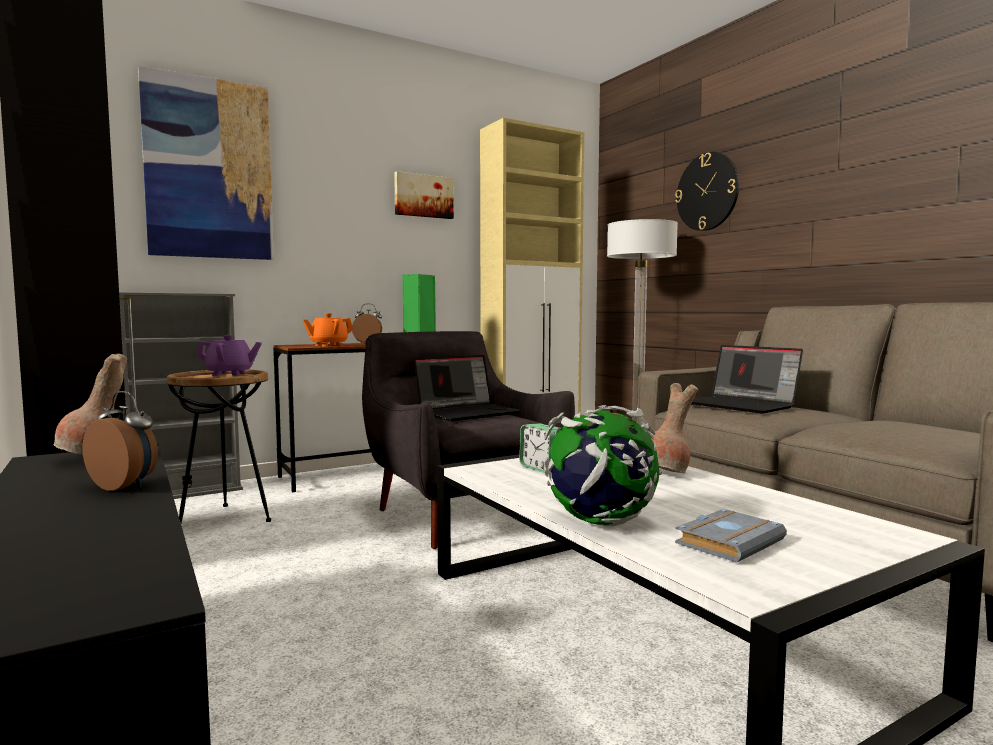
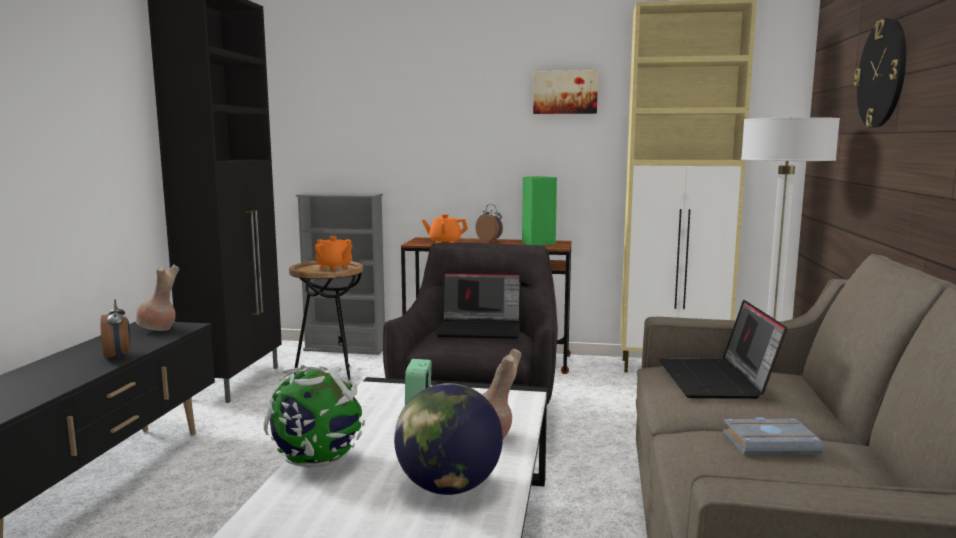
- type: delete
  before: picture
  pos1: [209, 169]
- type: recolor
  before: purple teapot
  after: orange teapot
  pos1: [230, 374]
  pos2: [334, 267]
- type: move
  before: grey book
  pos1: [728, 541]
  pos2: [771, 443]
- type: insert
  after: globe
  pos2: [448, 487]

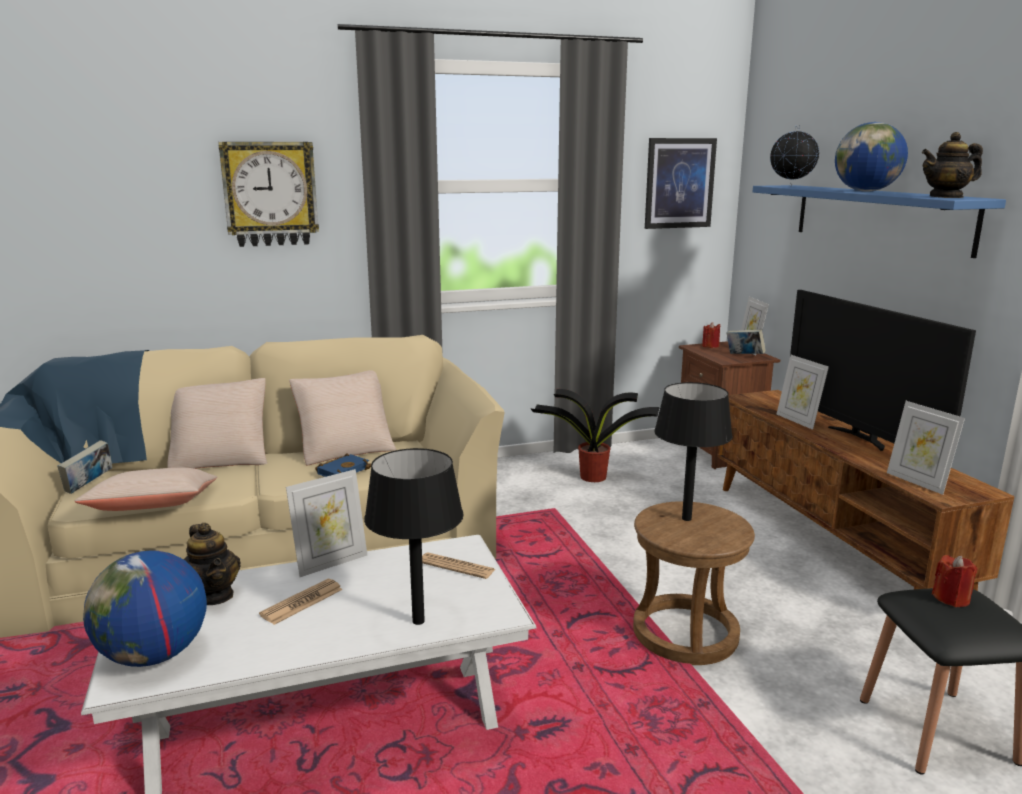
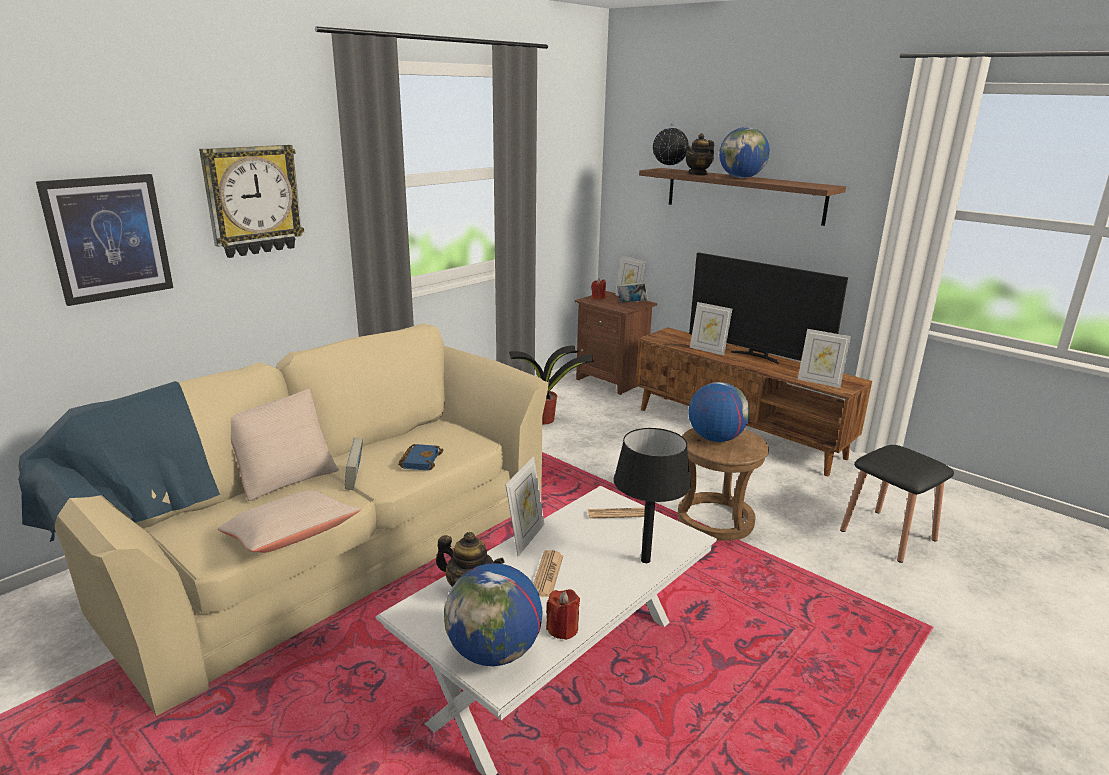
- type: move
  before: teapot
  pos1: [946, 197]
  pos2: [698, 174]
- type: move
  before: picture
  pos1: [679, 183]
  pos2: [108, 238]
- type: recolor
  before: blue shelf
  after: brown shelf
  pos1: [879, 217]
  pos2: [743, 195]
- type: delete
  before: beige pillow
  pos1: [345, 449]
- type: replace
  before: black table lamp
  after: globe
  pos1: [686, 519]
  pos2: [715, 438]
- type: move
  before: book
  pos1: [89, 485]
  pos2: [355, 480]
- type: move
  before: red candle
  pos1: [951, 598]
  pos2: [562, 629]

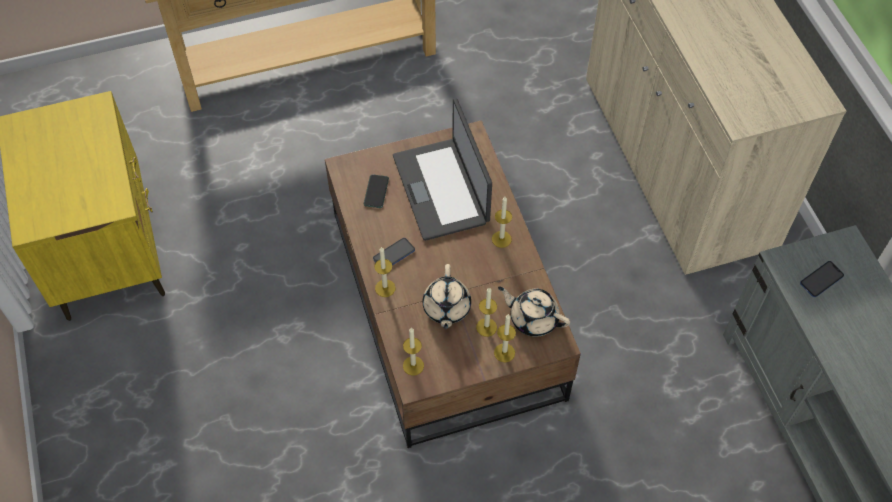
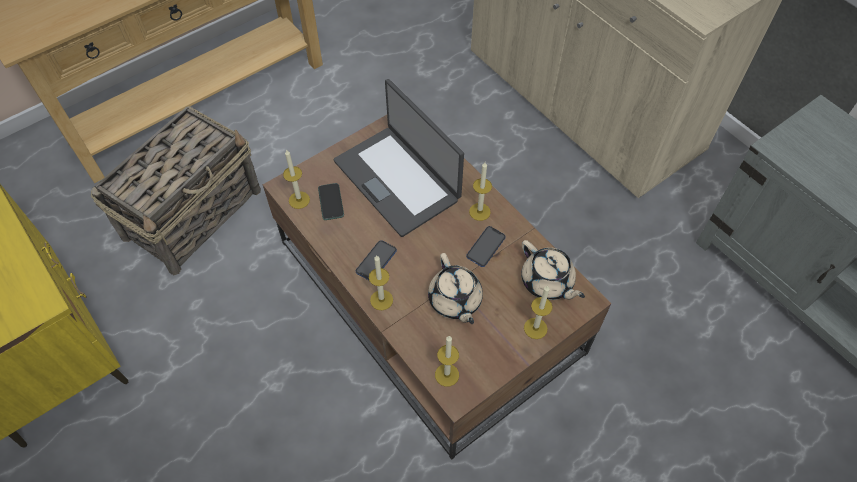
- type: move
  before: phone
  pos1: [821, 280]
  pos2: [486, 247]
- type: rotate
  before: beige teapot
  pos1: [533, 318]
  pos2: [547, 282]
  turn: -135
- type: move
  before: candle
  pos1: [486, 327]
  pos2: [299, 200]
- type: insert
  after: basket
  pos2: [194, 213]

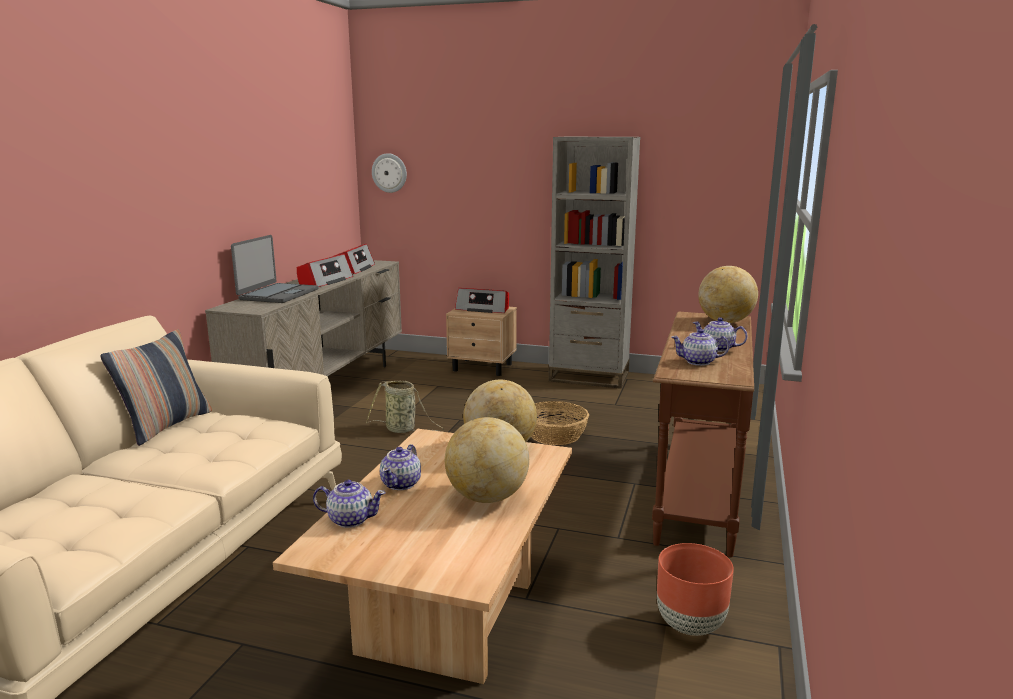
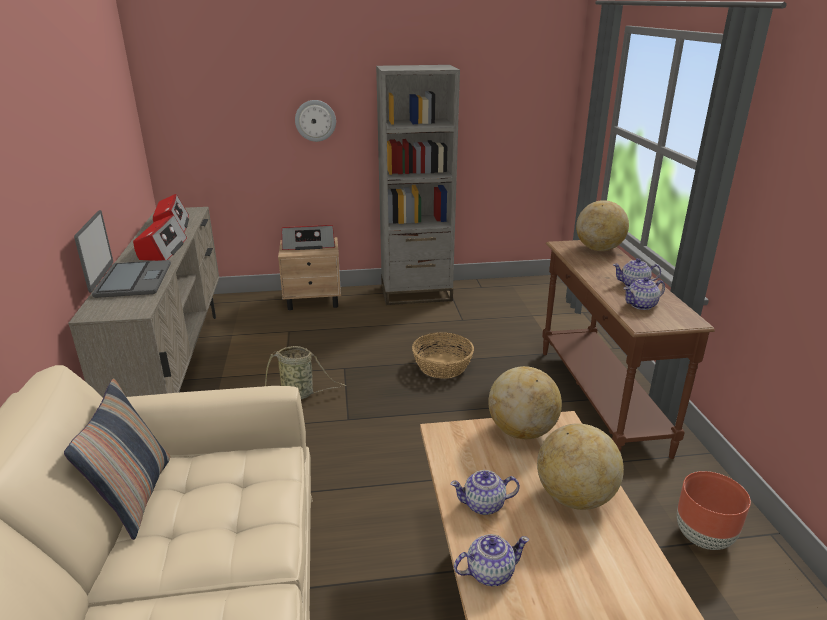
- type: move
  before: wall clock
  pos1: [389, 173]
  pos2: [315, 120]
- type: rotate
  before: teapot
  pos1: [401, 484]
  pos2: [484, 505]
  turn: 90

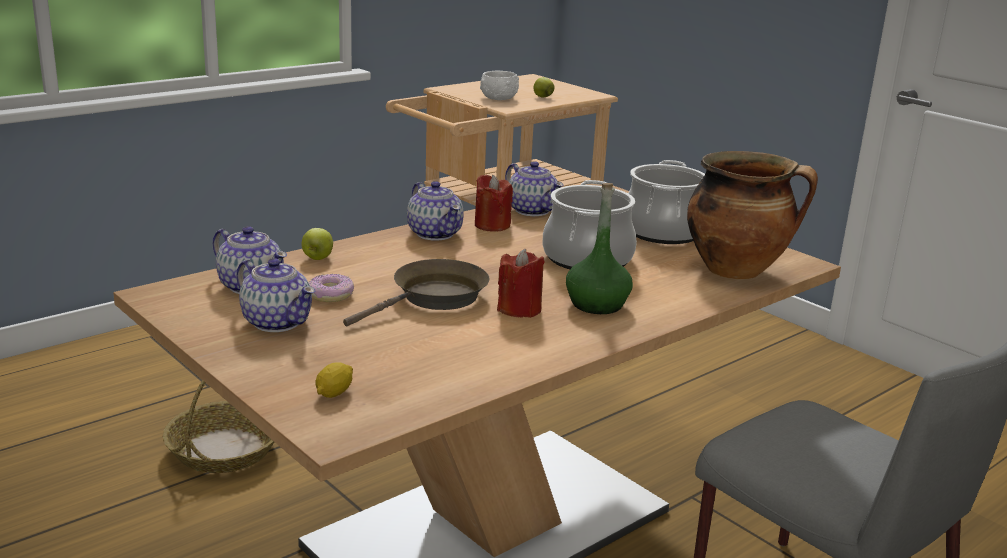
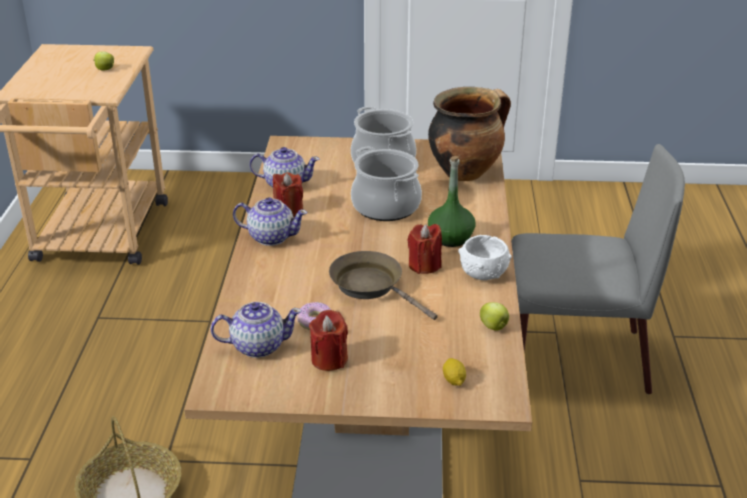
- type: move
  before: white bowl
  pos1: [499, 98]
  pos2: [483, 272]
- type: move
  before: apple
  pos1: [317, 258]
  pos2: [494, 327]
- type: replace
  before: teapot
  after: red candle
  pos1: [277, 321]
  pos2: [329, 359]
- type: rotate
  before: brown frying pan
  pos1: [434, 298]
  pos2: [371, 286]
  turn: -45

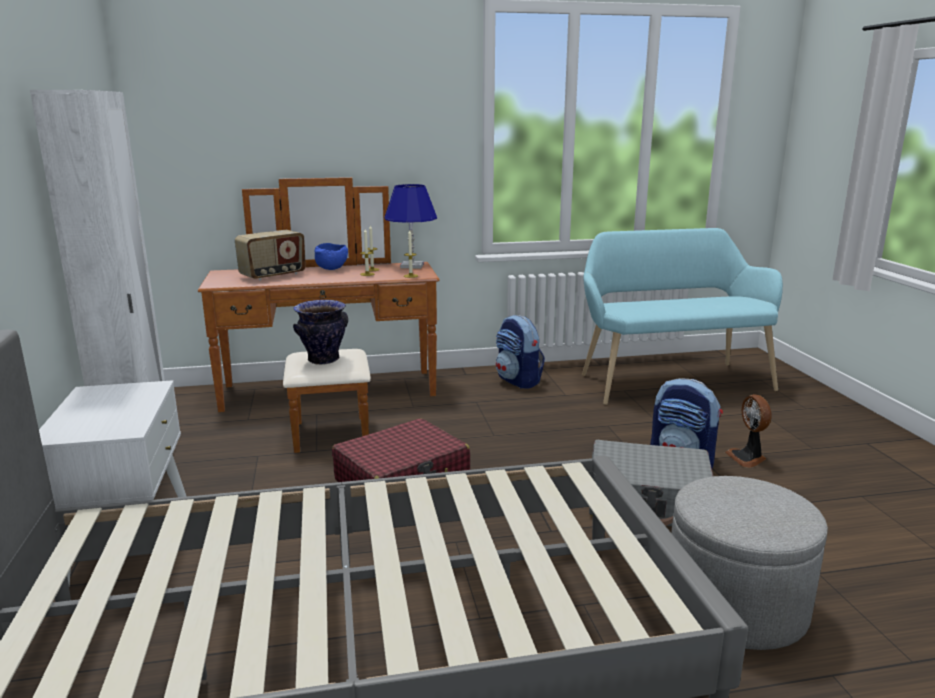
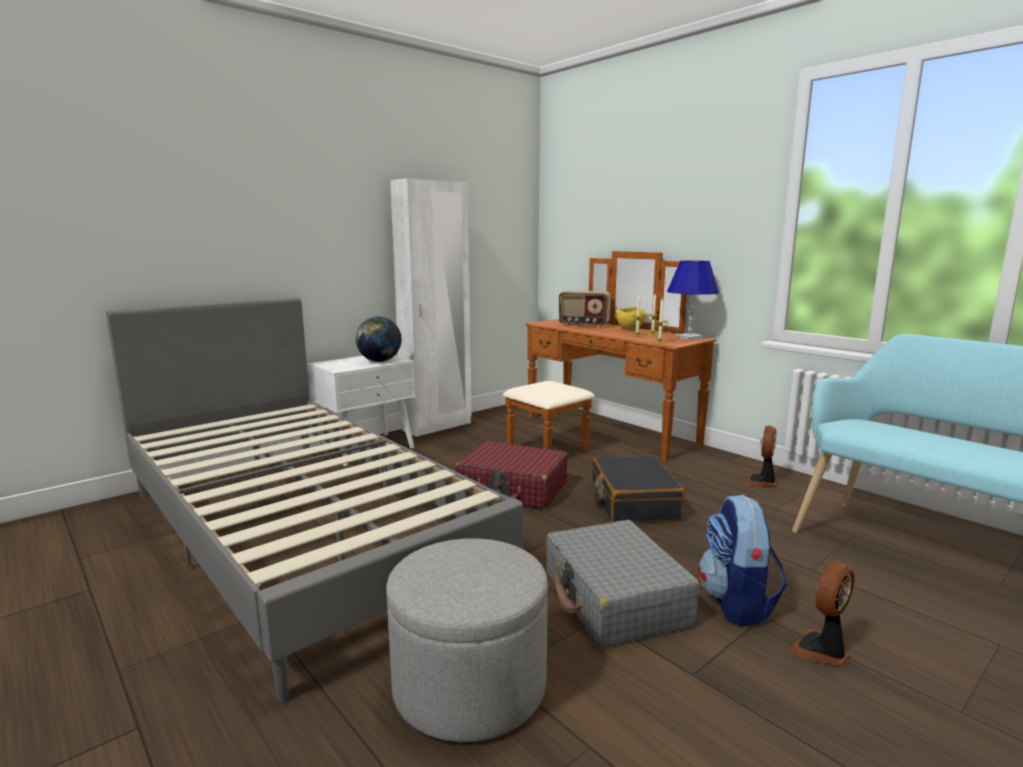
- type: recolor
  before: blue bowl
  after: yellow bowl
  pos1: [332, 269]
  pos2: [630, 329]
- type: delete
  before: vase
  pos1: [323, 360]
- type: replace
  before: backpack
  after: fan
  pos1: [518, 381]
  pos2: [762, 482]
- type: insert
  after: globe
  pos2: [379, 361]
- type: insert
  after: black suitcase
  pos2: [633, 502]

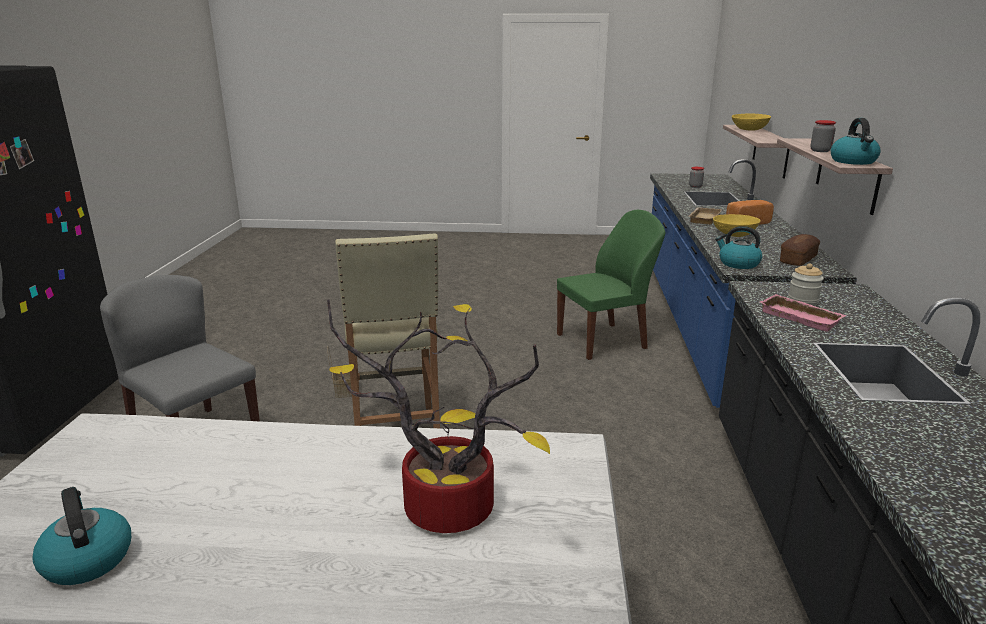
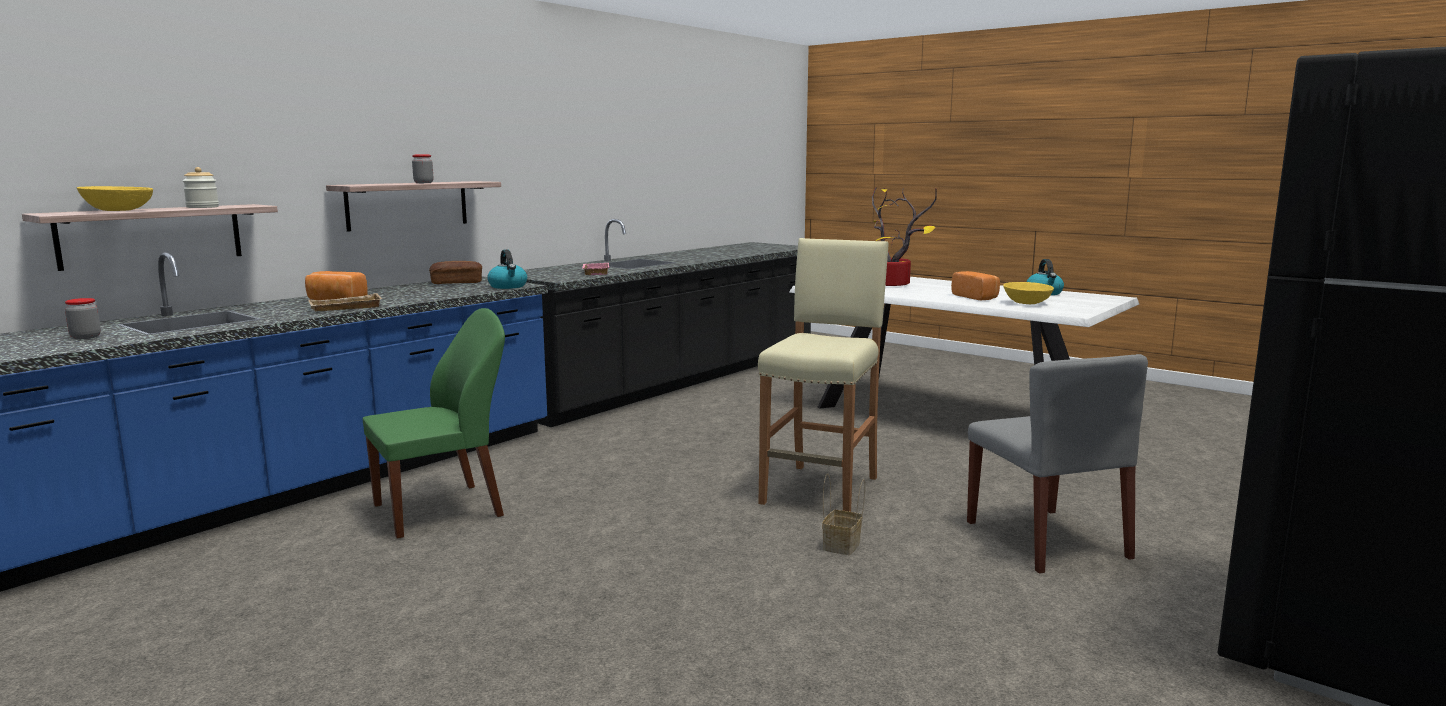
- type: delete
  before: kettle
  pos1: [853, 161]
- type: rotate
  before: green chair
  pos1: [603, 341]
  pos2: [442, 510]
  turn: 135
- type: move
  before: yellow bowl
  pos1: [735, 234]
  pos2: [1026, 303]
- type: move
  before: jar
  pos1: [803, 301]
  pos2: [202, 207]
- type: insert
  after: bread
  pos2: [976, 297]

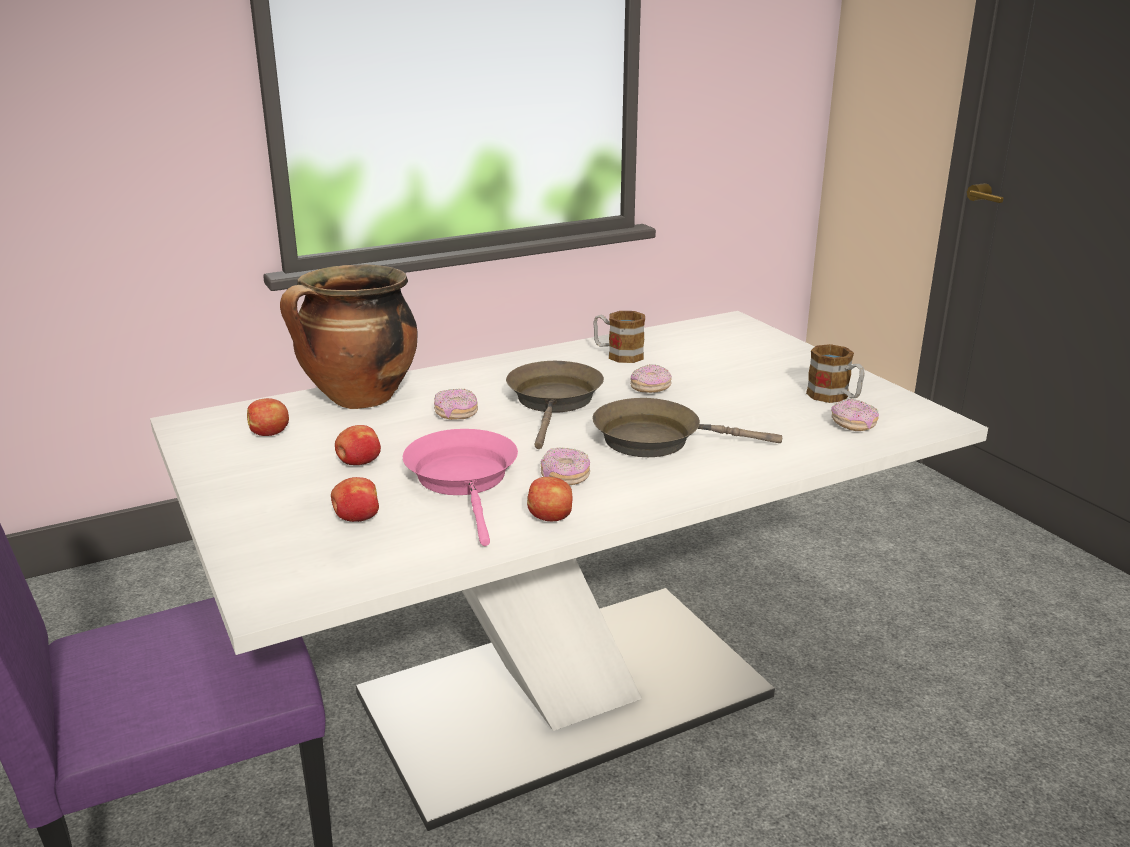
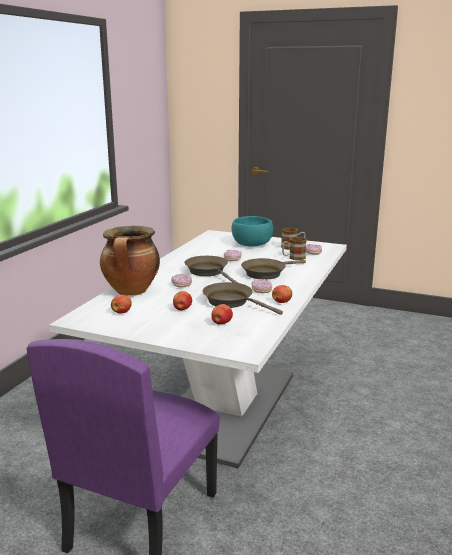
- type: move
  before: mug
  pos1: [618, 355]
  pos2: [293, 258]
- type: recolor
  before: pink frying pan
  after: brown frying pan
  pos1: [464, 480]
  pos2: [232, 302]
- type: insert
  after: turquoise bowl
  pos2: [252, 245]

